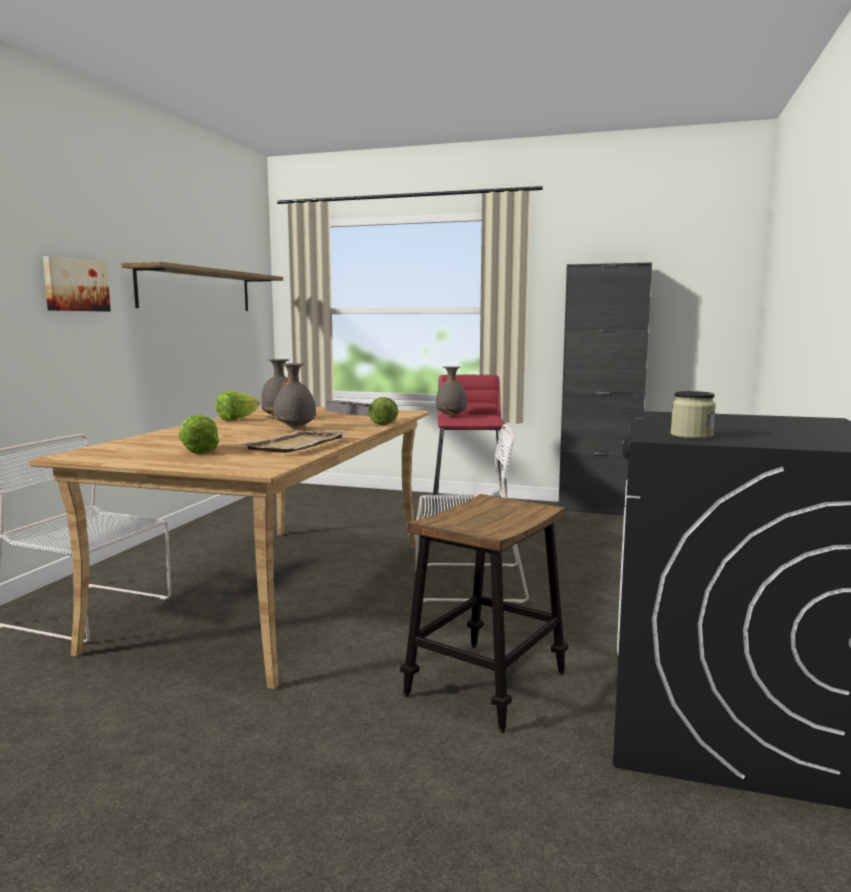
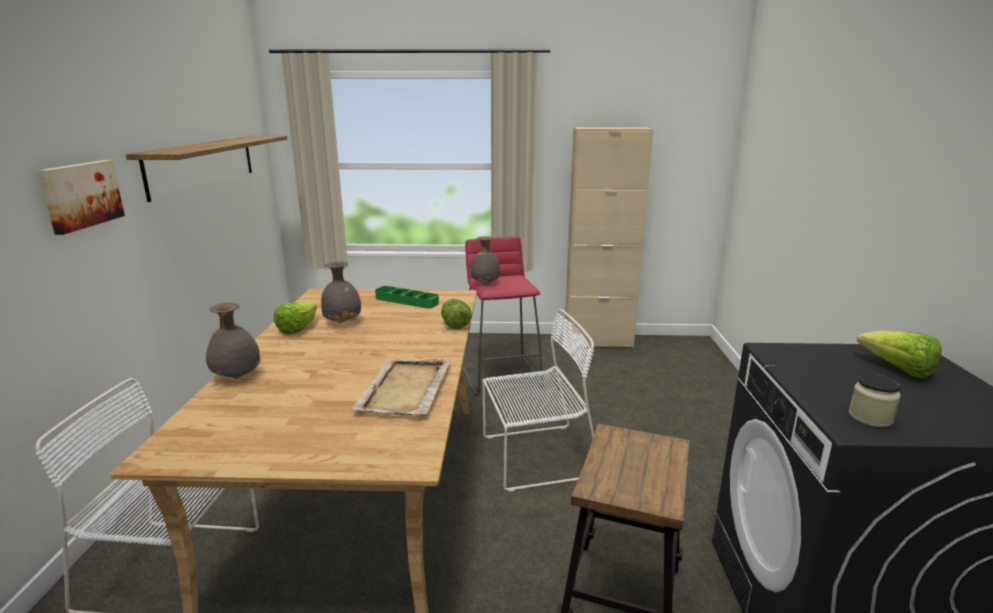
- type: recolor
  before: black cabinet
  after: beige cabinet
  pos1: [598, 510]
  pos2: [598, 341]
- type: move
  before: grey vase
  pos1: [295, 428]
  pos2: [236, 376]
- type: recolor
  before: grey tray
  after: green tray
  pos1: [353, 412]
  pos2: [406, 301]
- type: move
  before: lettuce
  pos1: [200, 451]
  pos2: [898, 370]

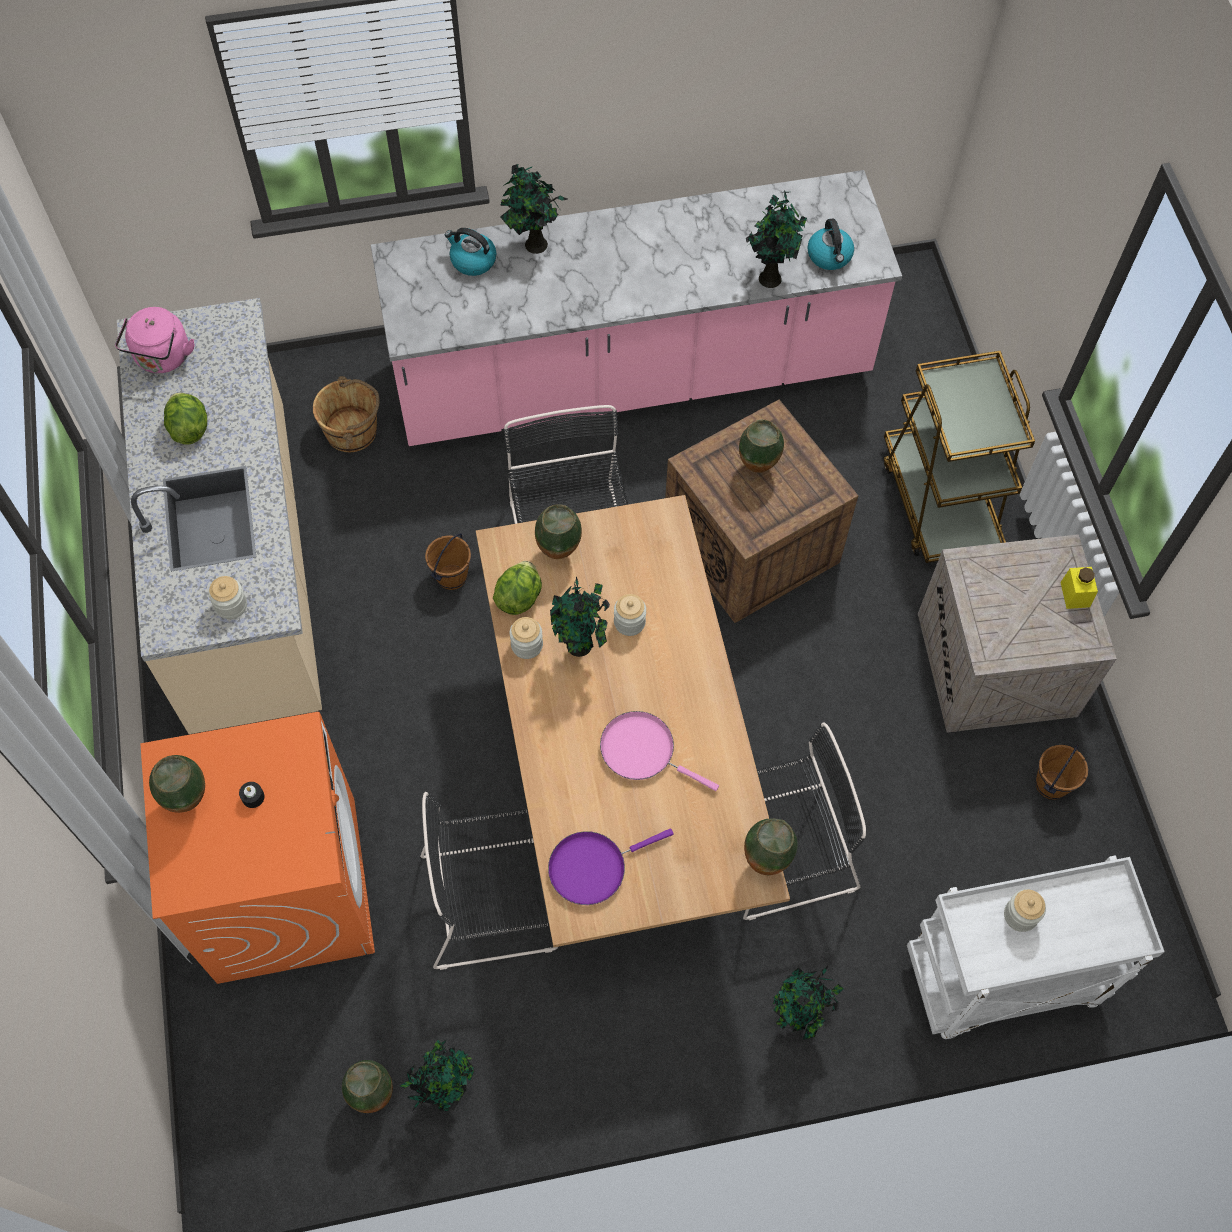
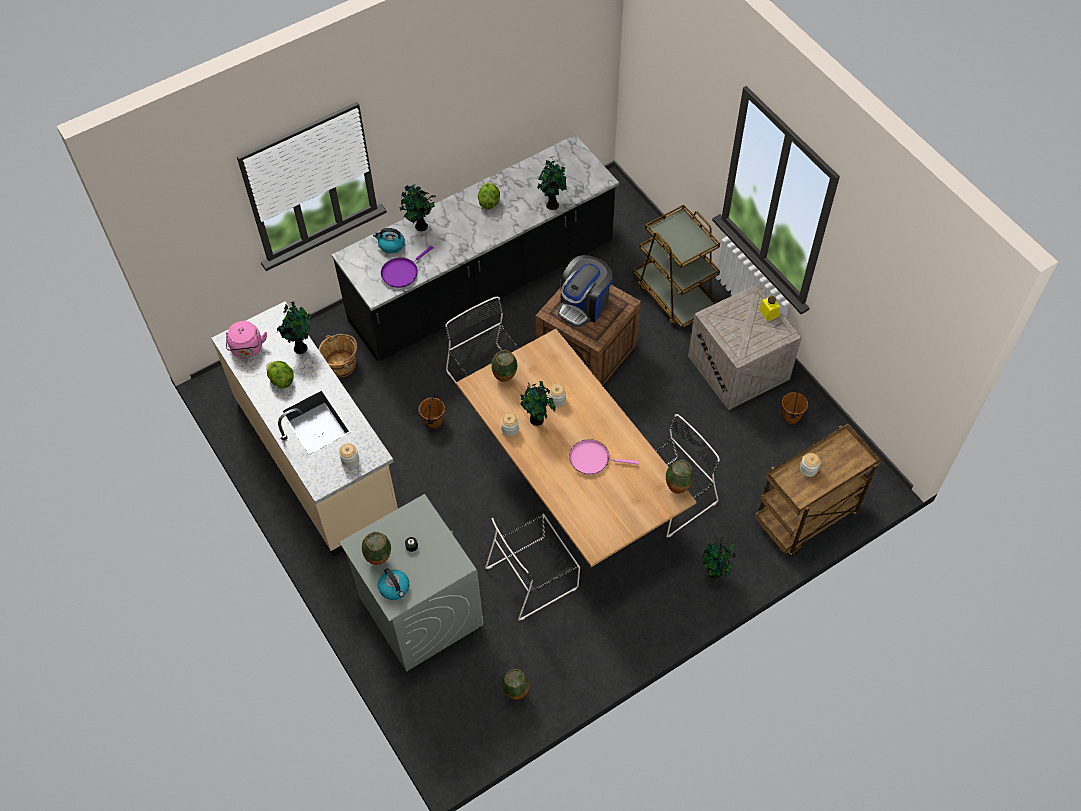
- type: recolor
  before: pink counter
  after: black counter
  pos1: [632, 375]
  pos2: [482, 284]
- type: move
  before: kettle
  pos1: [830, 256]
  pos2: [394, 588]
- type: replace
  before: vase
  after: coffee machine
  pos1: [758, 468]
  pos2: [584, 304]
- type: move
  before: lettuce
  pos1: [519, 597]
  pos2: [489, 202]
- type: recolor
  before: orange washing machine
  after: grey washing machine
  pos1: [287, 888]
  pos2: [420, 610]
- type: move
  before: purple frying pan
  pos1: [592, 867]
  pos2: [402, 272]
- type: recolor
  before: white cart
  after: brown cart
  pos1: [1001, 980]
  pos2: [806, 519]
- type: move
  before: potted plant
  pos1: [445, 1091]
  pos2: [300, 347]

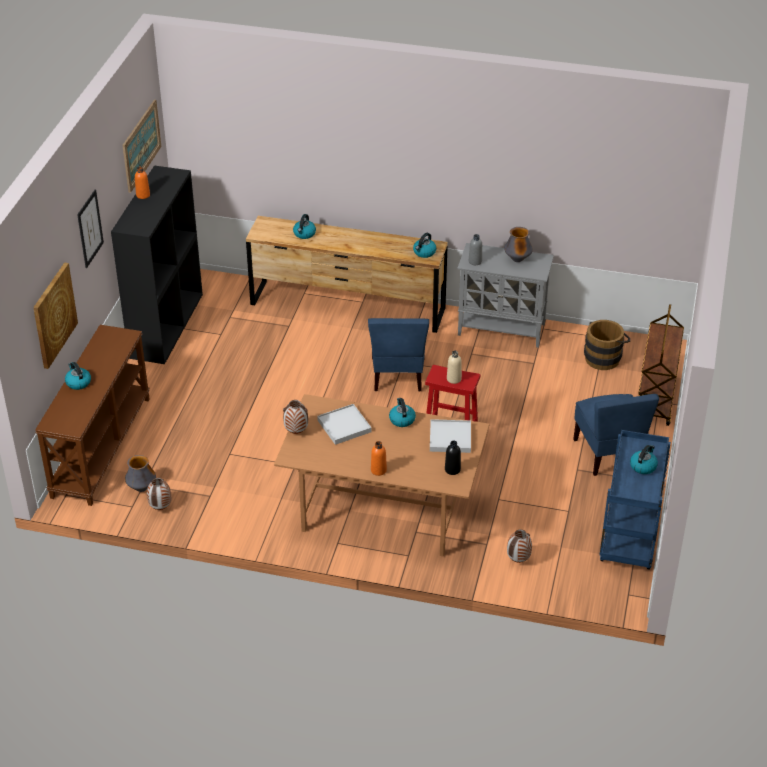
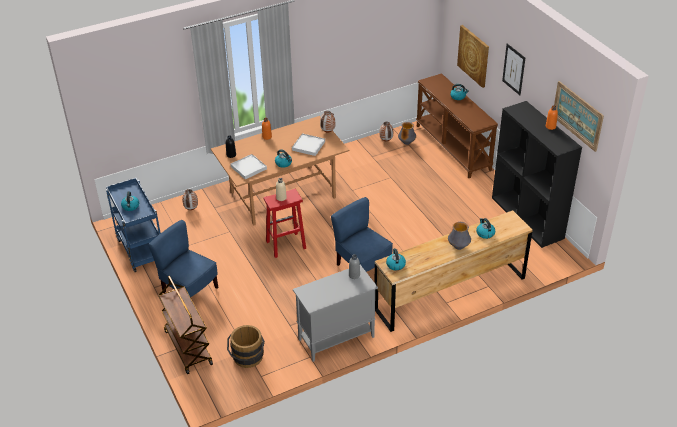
- type: move
  before: vase
  pos1: [517, 259]
  pos2: [458, 247]

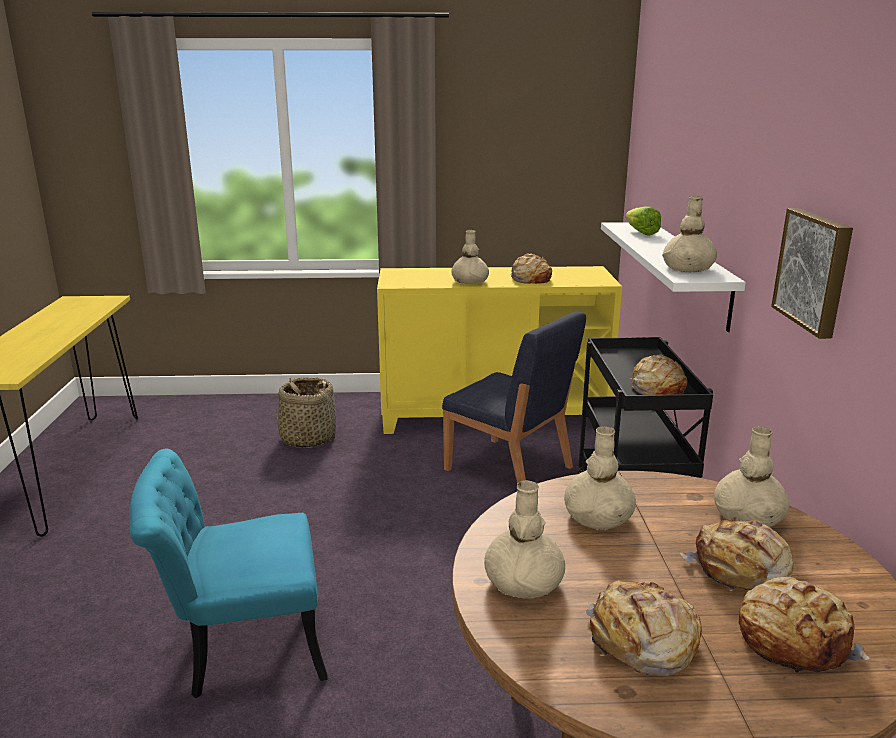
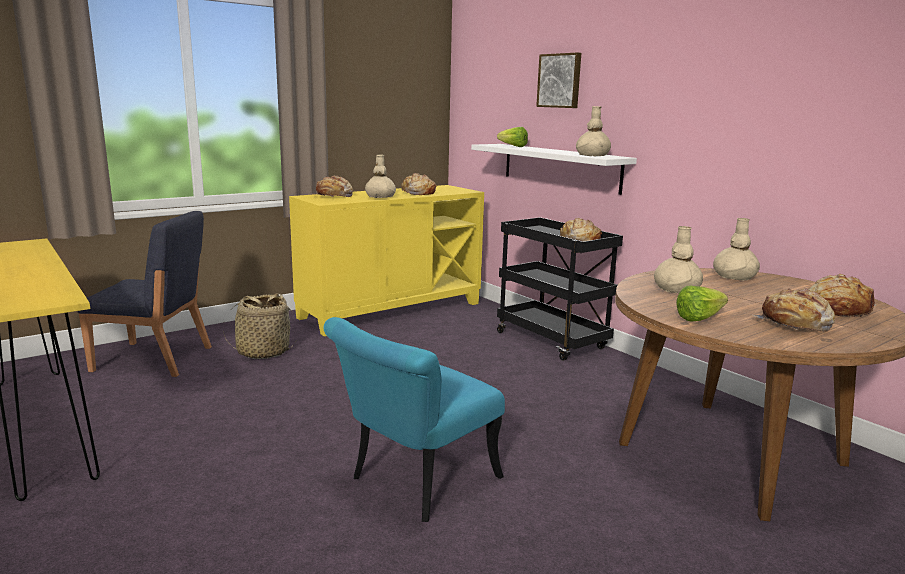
- type: move
  before: picture
  pos1: [815, 270]
  pos2: [560, 81]
- type: move
  before: blue chair
  pos1: [509, 469]
  pos2: [154, 359]
- type: replace
  before: beige vase
  after: lettuce
  pos1: [523, 582]
  pos2: [703, 318]
- type: move
  before: bread
  pos1: [740, 570]
  pos2: [334, 196]

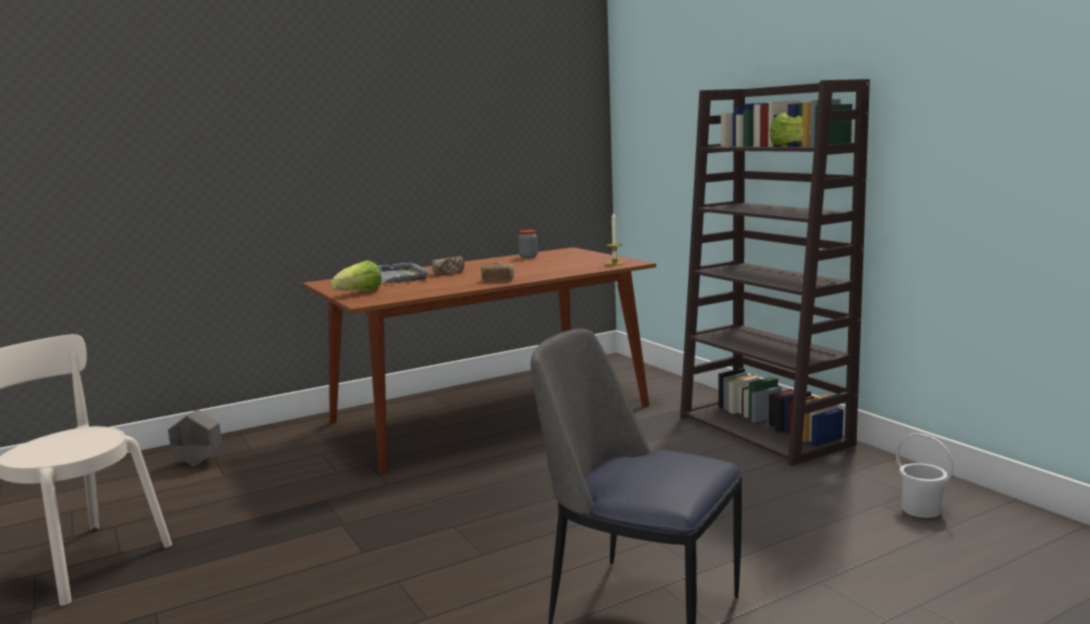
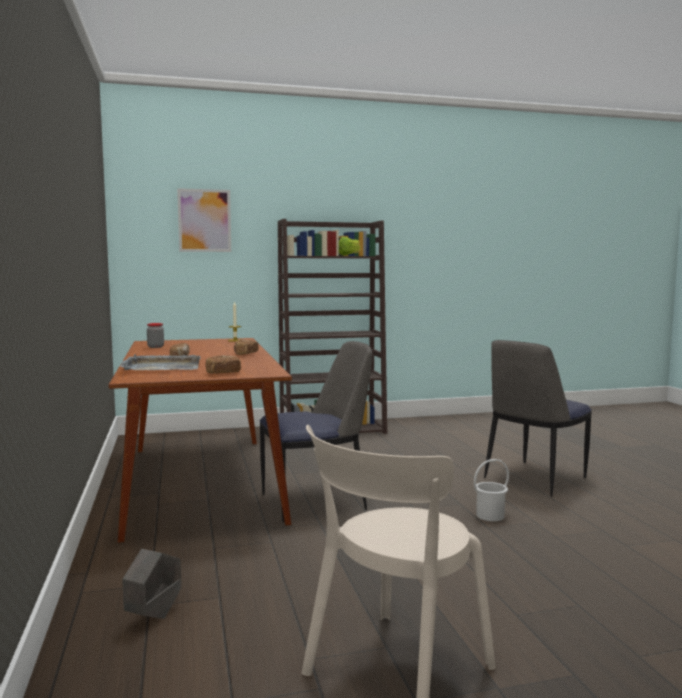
- type: replace
  before: lettuce
  after: bread
  pos1: [360, 293]
  pos2: [223, 373]
- type: move
  before: white bucket
  pos1: [921, 509]
  pos2: [489, 515]
- type: insert
  after: picture
  pos2: [204, 220]
- type: insert
  after: chair
  pos2: [316, 501]

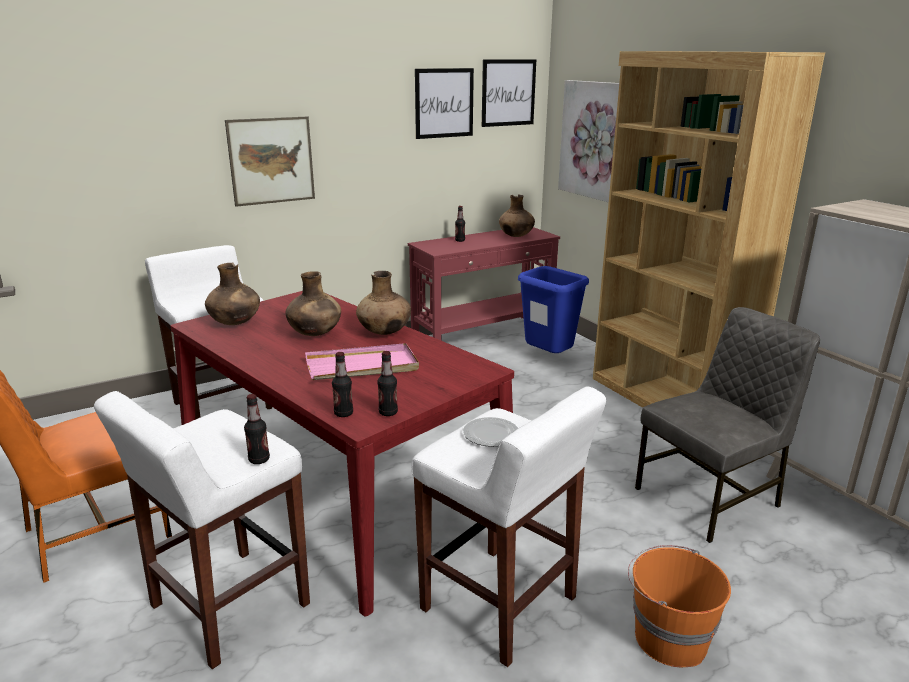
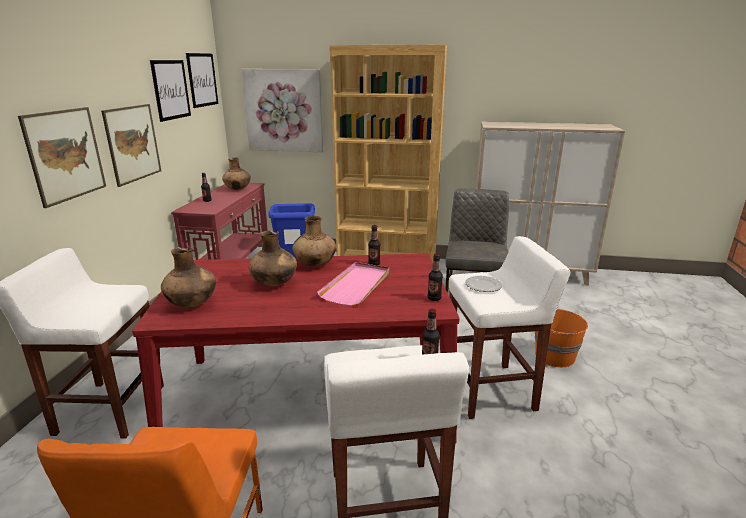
- type: move
  before: bottle
  pos1: [343, 413]
  pos2: [374, 264]
- type: insert
  after: picture
  pos2: [133, 143]

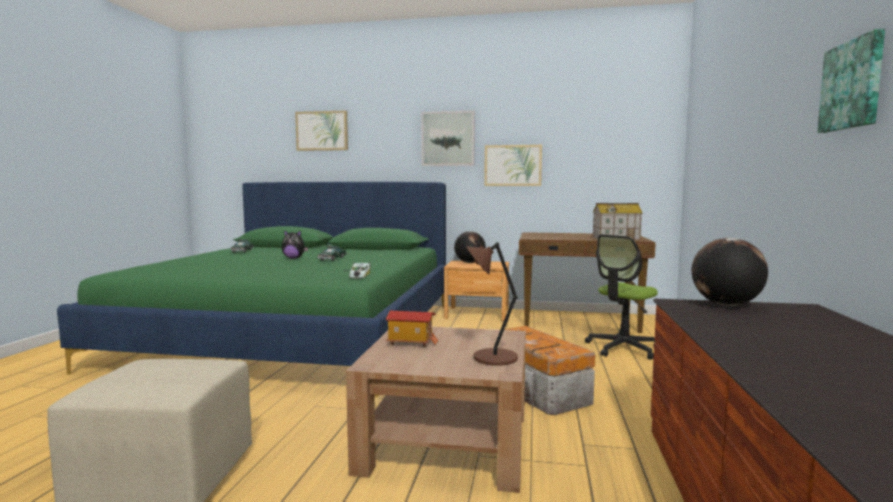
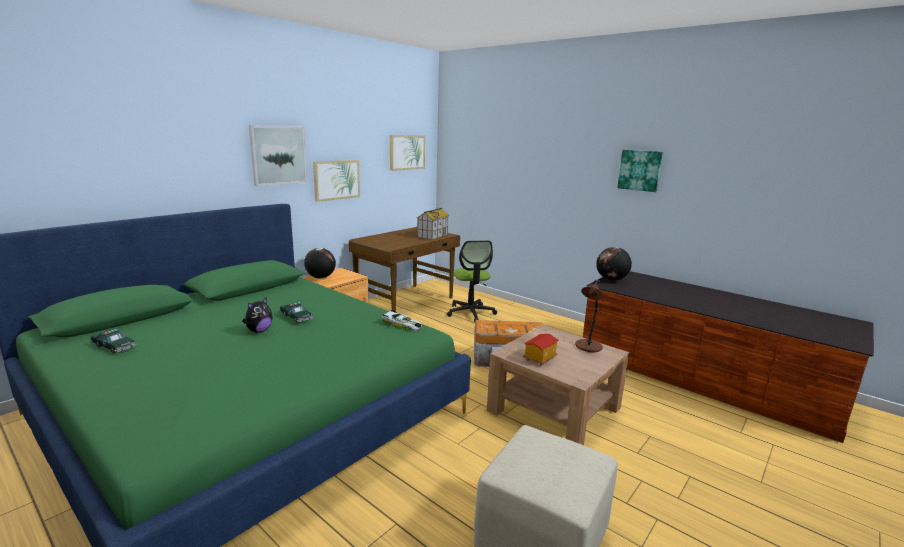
- type: move
  before: picture
  pos1: [322, 131]
  pos2: [407, 152]

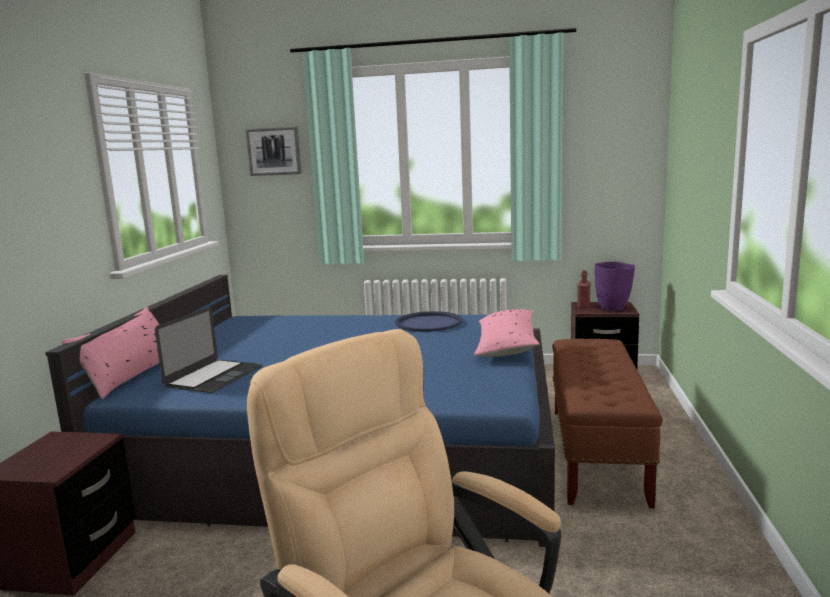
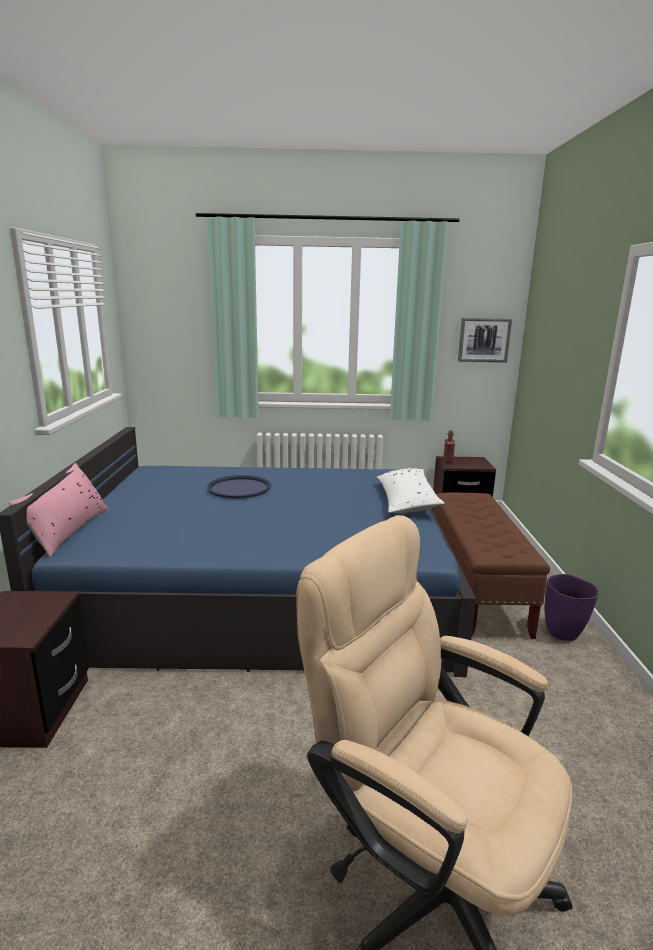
- type: move
  before: picture
  pos1: [274, 151]
  pos2: [484, 340]
- type: move
  before: purple vase
  pos1: [613, 308]
  pos2: [563, 633]
- type: delete
  before: laptop
  pos1: [214, 376]
- type: recolor
  before: pink pillow
  after: white pillow
  pos1: [506, 345]
  pos2: [406, 501]
- type: move
  before: blue tray
  pos1: [428, 323]
  pos2: [239, 488]

